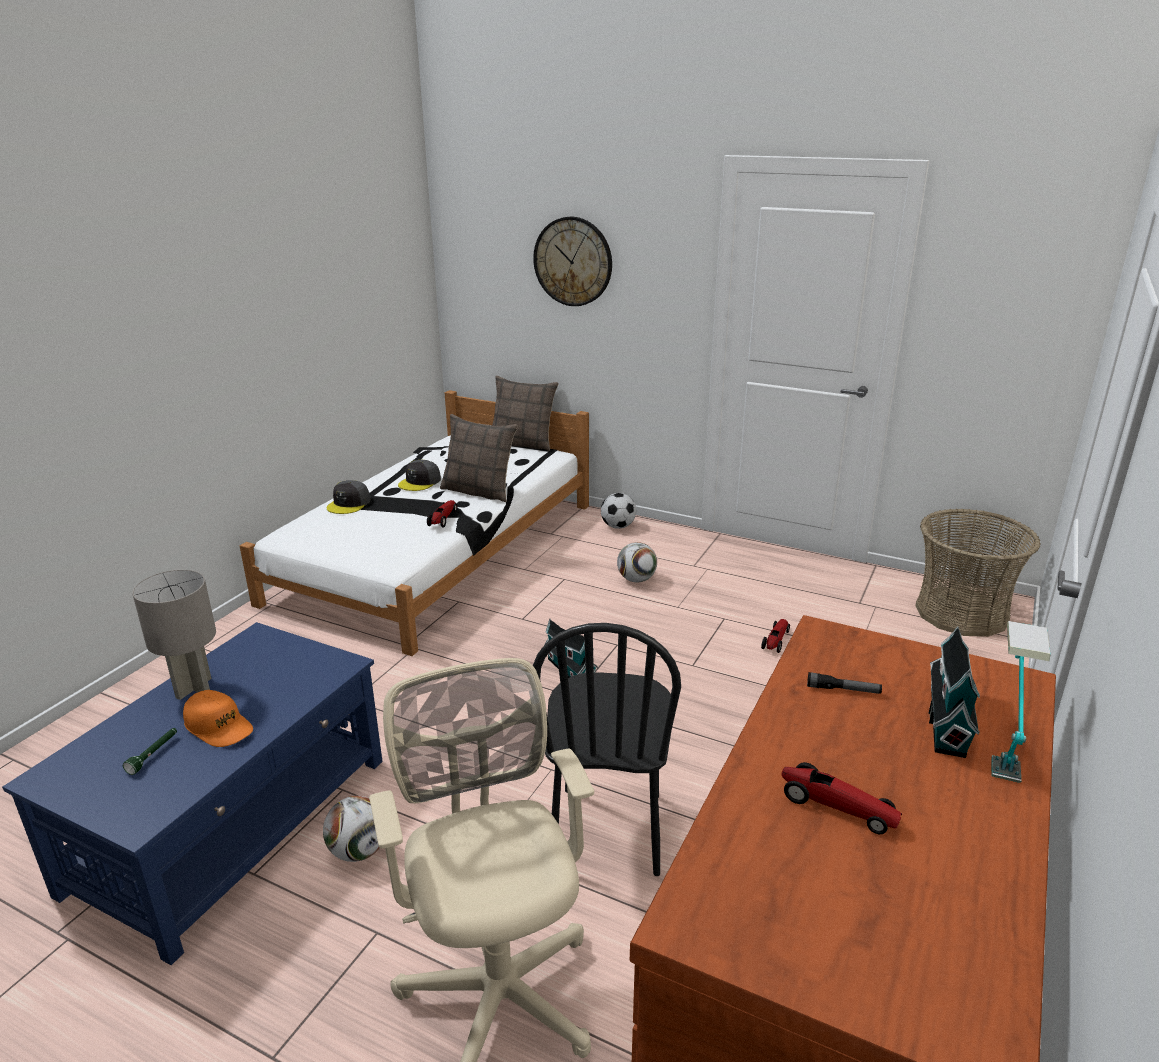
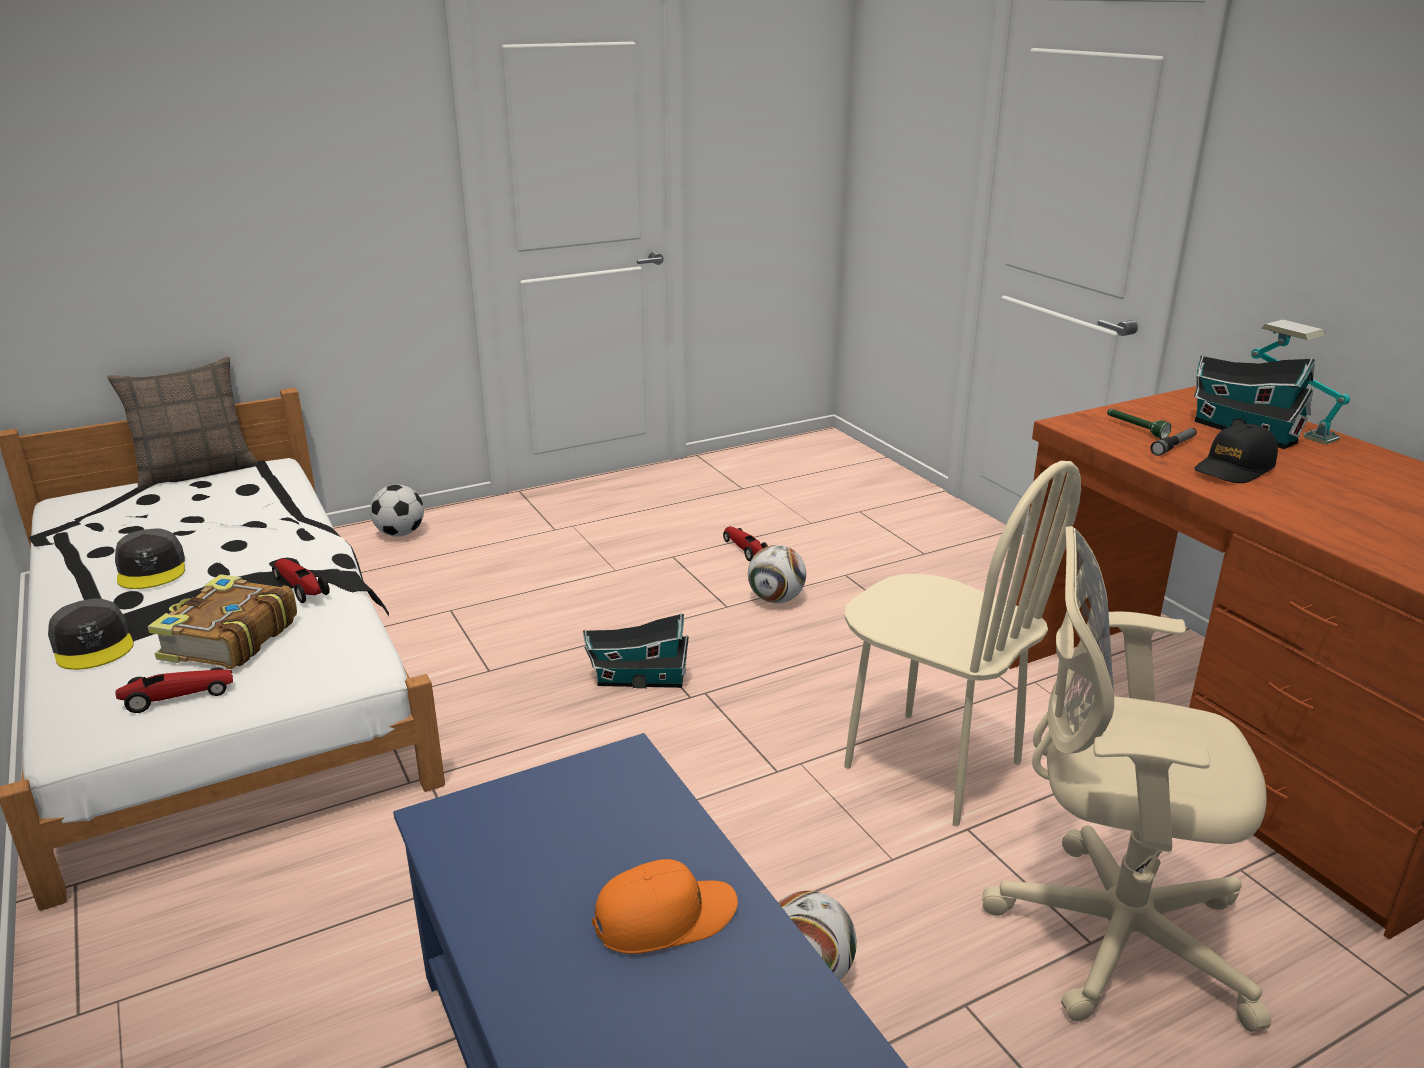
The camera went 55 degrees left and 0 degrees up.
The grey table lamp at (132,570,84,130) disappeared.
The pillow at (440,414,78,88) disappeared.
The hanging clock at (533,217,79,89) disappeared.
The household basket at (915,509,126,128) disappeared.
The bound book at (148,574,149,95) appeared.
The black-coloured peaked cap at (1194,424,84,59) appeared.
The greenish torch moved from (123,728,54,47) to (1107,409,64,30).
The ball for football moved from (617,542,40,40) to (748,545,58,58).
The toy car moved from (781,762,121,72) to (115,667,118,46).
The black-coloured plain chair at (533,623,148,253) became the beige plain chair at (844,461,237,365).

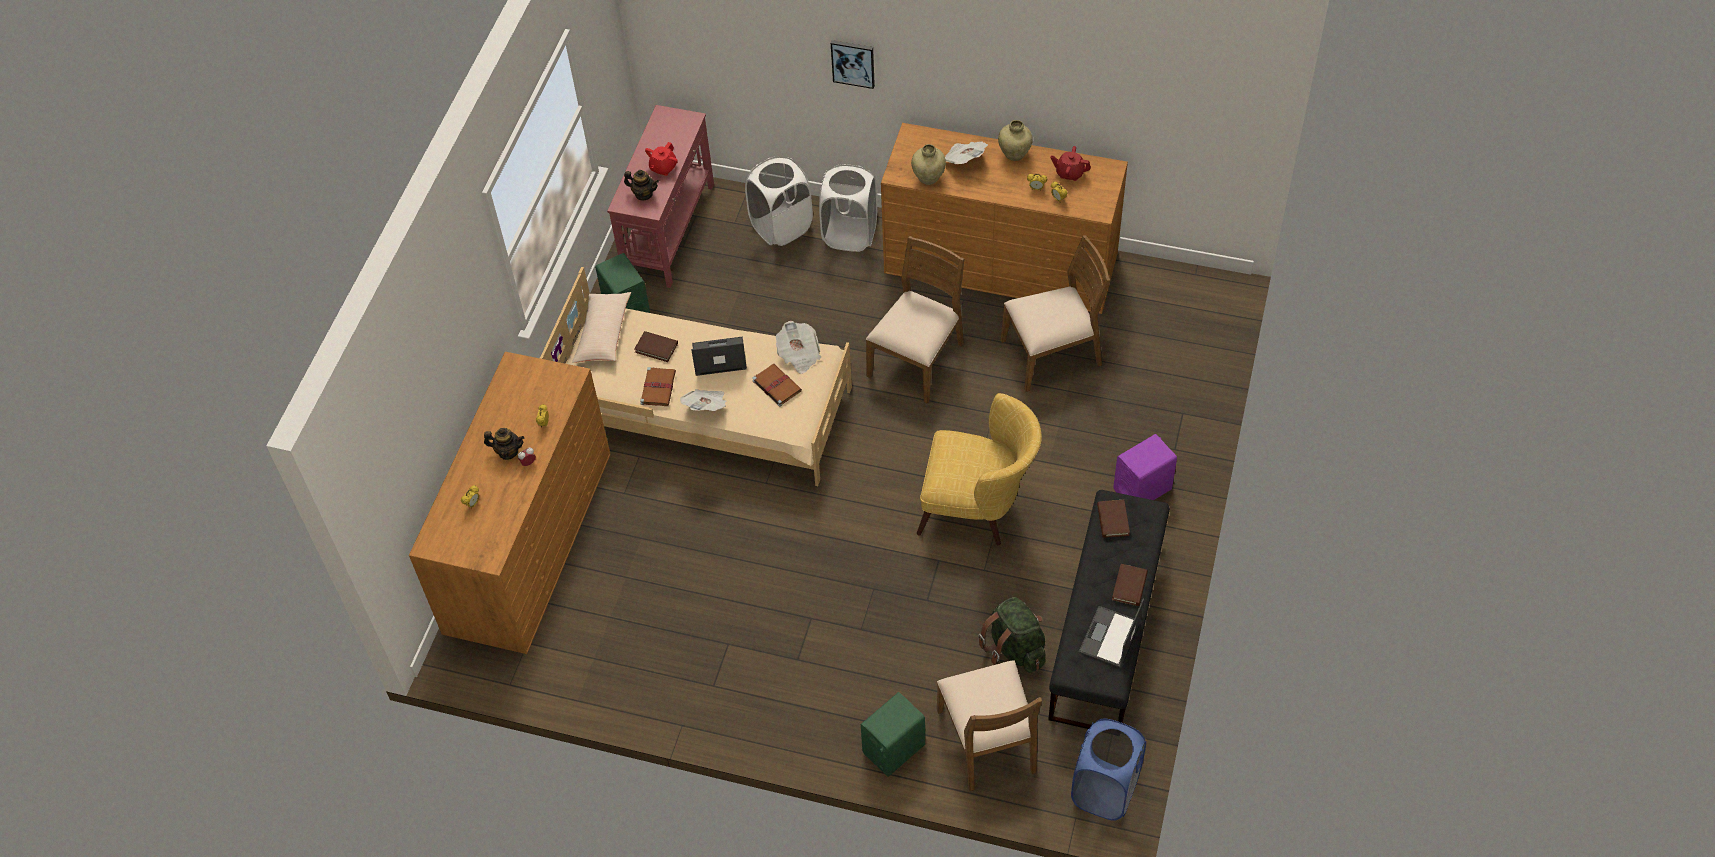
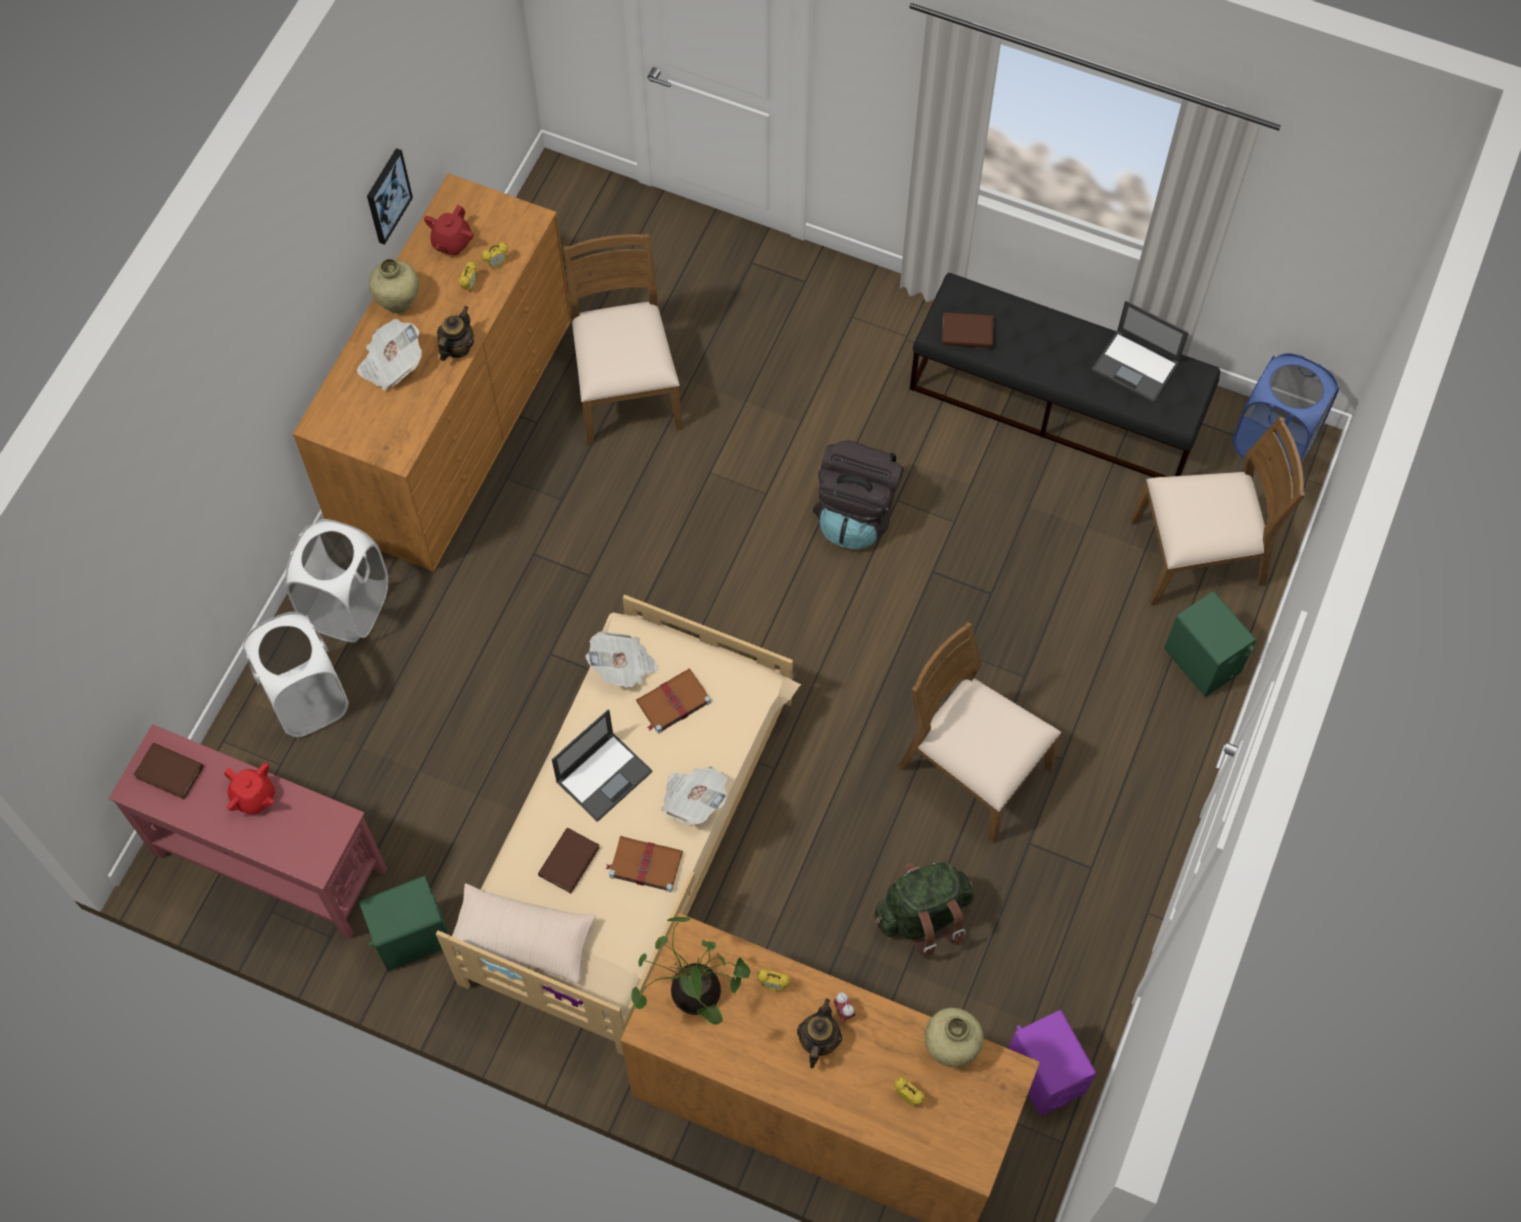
The camera went 85 degrees left and 10 degrees up.
The potted plant at (631,917,119,108) appeared.
The pot for tea moved from (624,170,35,30) to (437,306,37,55).
The wall art moved from (831,40,44,49) to (367,148,46,97).
The brown-coloured plain chair moved from (866,236,98,168) to (899,621,162,222).
The beige decorative vase moved from (911,144,35,41) to (924,1008,60,59).
The greenish knapsack moved from (978,597,67,76) to (874,862,100,95).
The brown-coloured bound book moved from (1112,564,36,42) to (133,743,70,56).
The purple loudspeaker moved from (1113,434,64,66) to (1008,1010,88,106).
The yellowish armchair at (917,393,125,152) was replaced by the black-coloured knapsack at (813,440,91,109).
The notebook computer at (691,336,56,40) turned 135 degrees counterclockwise.

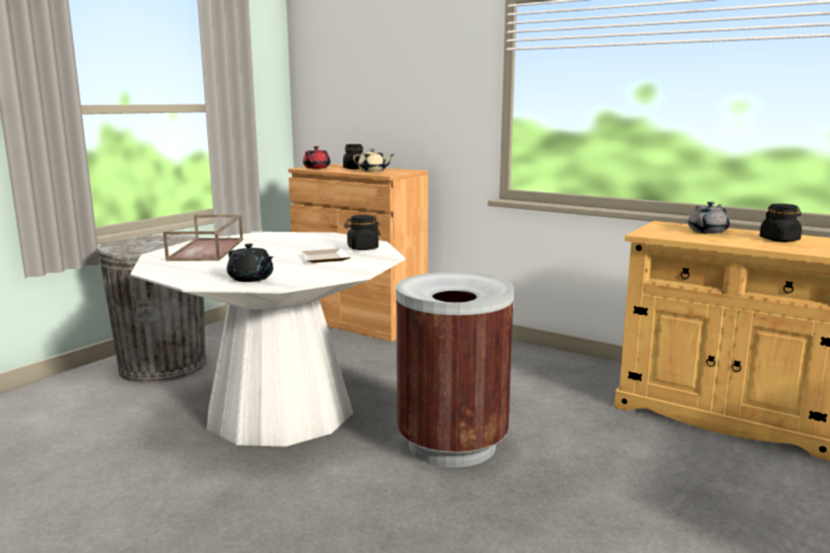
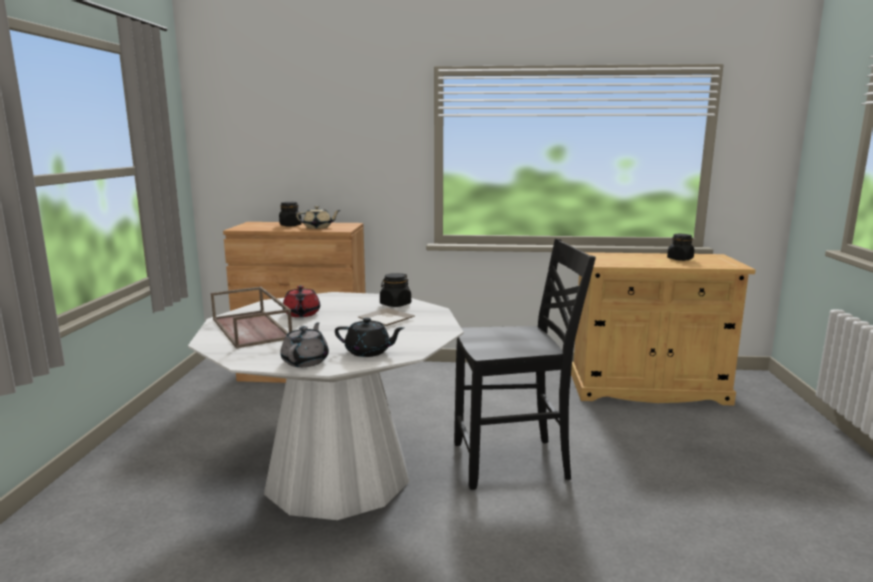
The camera went 30 degrees left and 0 degrees up.
The grey trash can at (95,234,111,149) disappeared.
The red-coloured pot for tea moved from (303,146,27,23) to (283,286,37,31).
The grey pot for tea moved from (688,202,42,32) to (281,322,48,45).
The brown-coloured trash can at (396,272,118,196) was replaced by the black-coloured plain chair at (454,239,142,251).

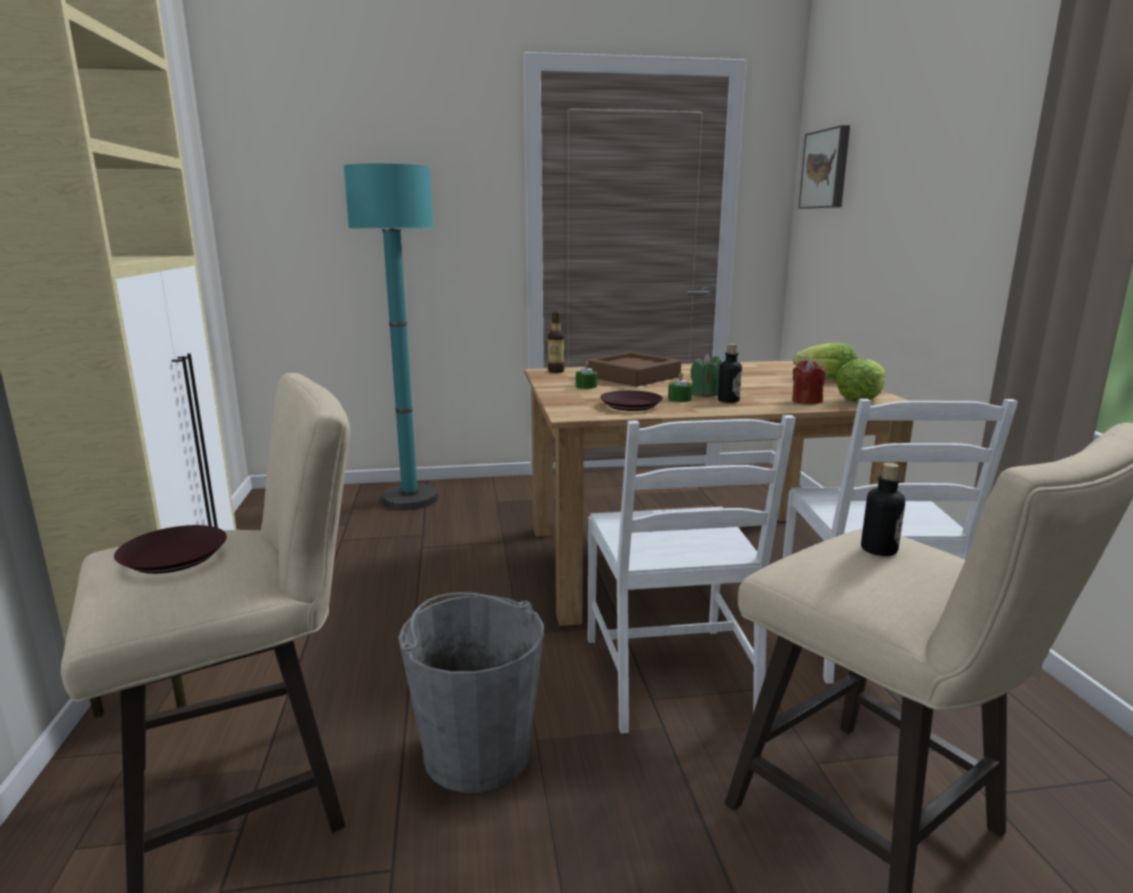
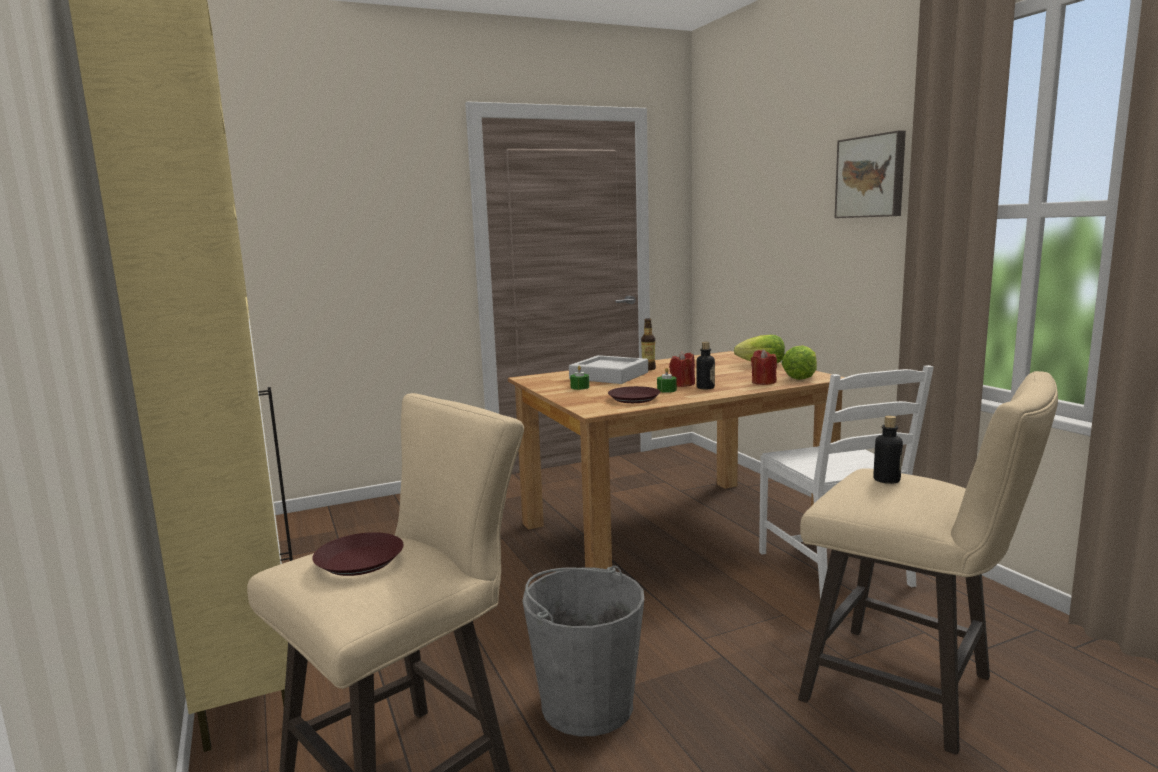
The camera went 15 degrees left and 5 degrees down.
The blue-green standing lamp at (344,164,94,346) disappeared.
The white plain chair at (588,415,208,319) disappeared.
The beverage bottle moved from (548,312,16,61) to (641,318,15,52).
The wall art moved from (799,125,51,84) to (835,130,71,88).
The brown-coloured carrying tray at (585,352,96,35) became the grey carrying tray at (569,355,79,29).
The greenish candle at (690,354,31,43) became the red-coloured candle at (669,351,26,36).

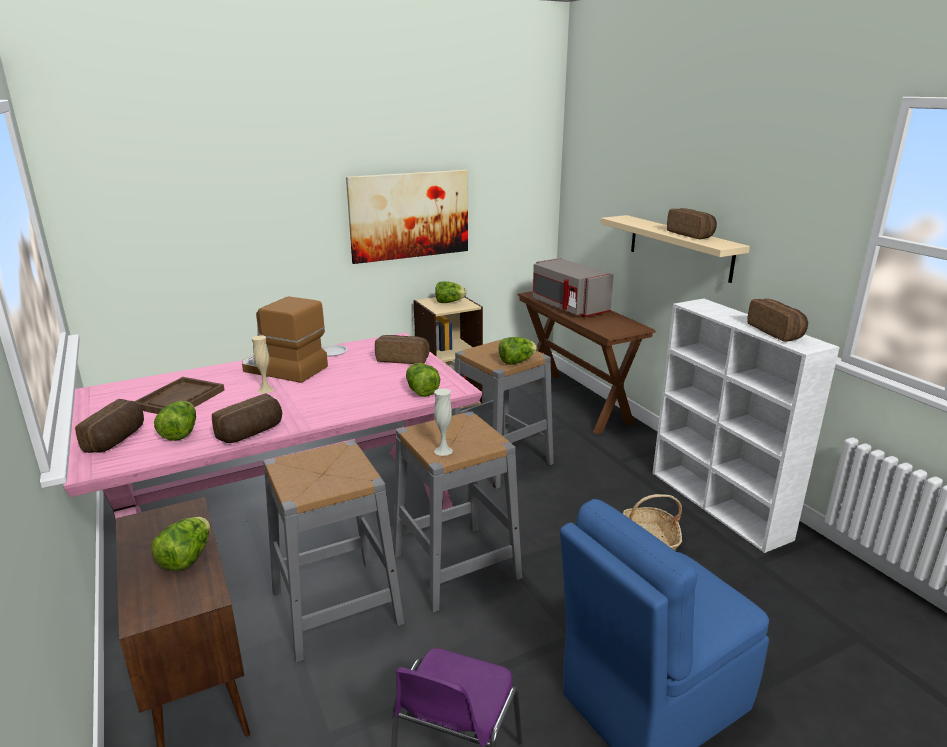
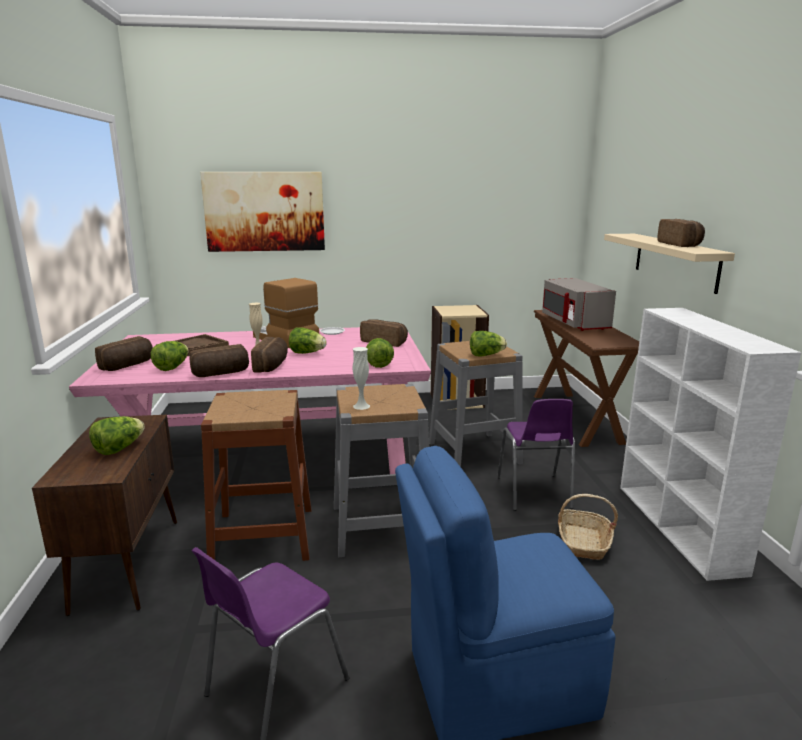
The camera went 20 degrees right and 5 degrees down.
The purple plain chair at (497,399,78,112) appeared.
The wall art moved from (346,170,122,94) to (200,172,125,80).
The lettuce moved from (435,281,32,22) to (289,327,38,27).
The bakery bread moved from (747,299,61,43) to (251,337,37,36).
The grey stool at (263,440,141,222) became the brown-coloured stool at (201,390,110,171).

